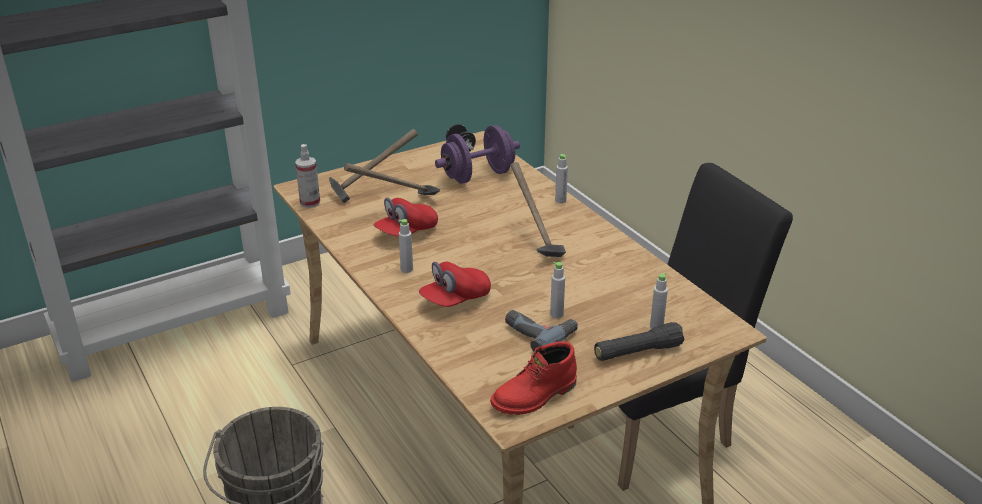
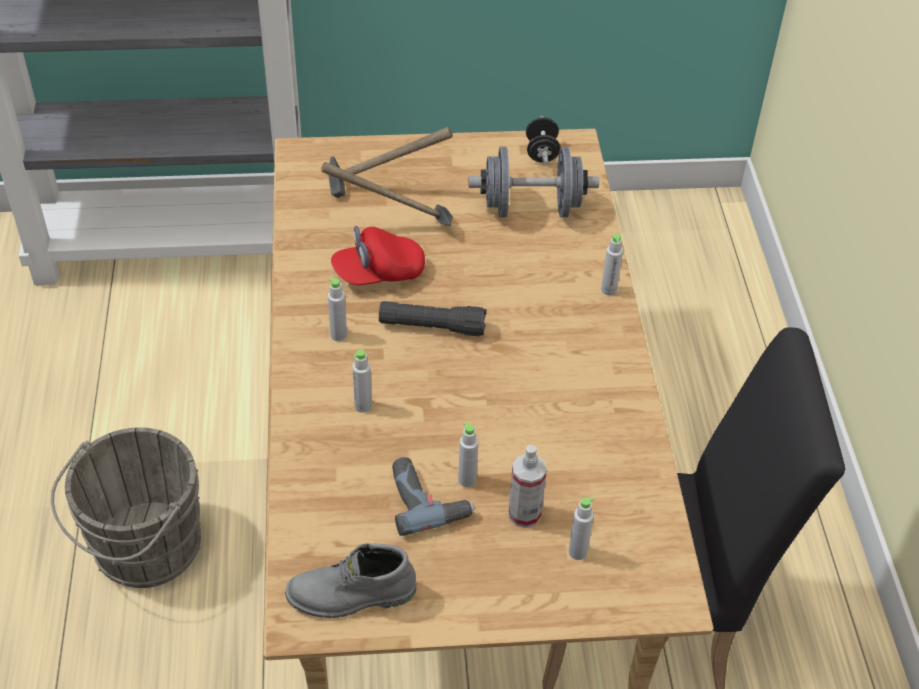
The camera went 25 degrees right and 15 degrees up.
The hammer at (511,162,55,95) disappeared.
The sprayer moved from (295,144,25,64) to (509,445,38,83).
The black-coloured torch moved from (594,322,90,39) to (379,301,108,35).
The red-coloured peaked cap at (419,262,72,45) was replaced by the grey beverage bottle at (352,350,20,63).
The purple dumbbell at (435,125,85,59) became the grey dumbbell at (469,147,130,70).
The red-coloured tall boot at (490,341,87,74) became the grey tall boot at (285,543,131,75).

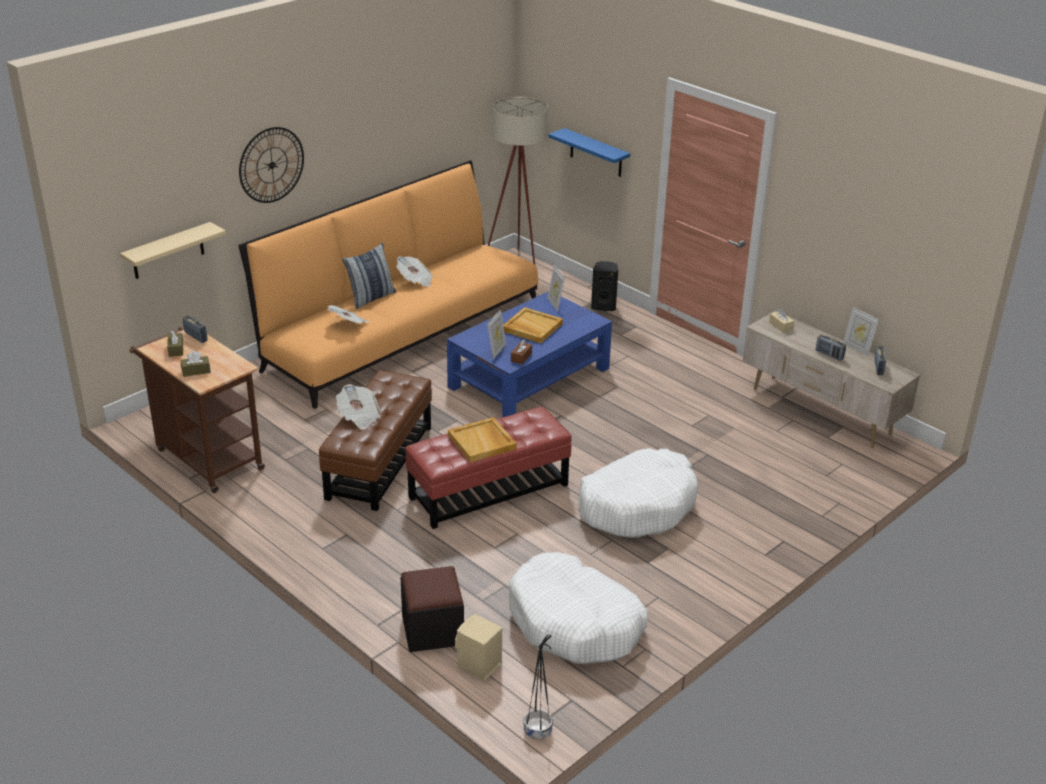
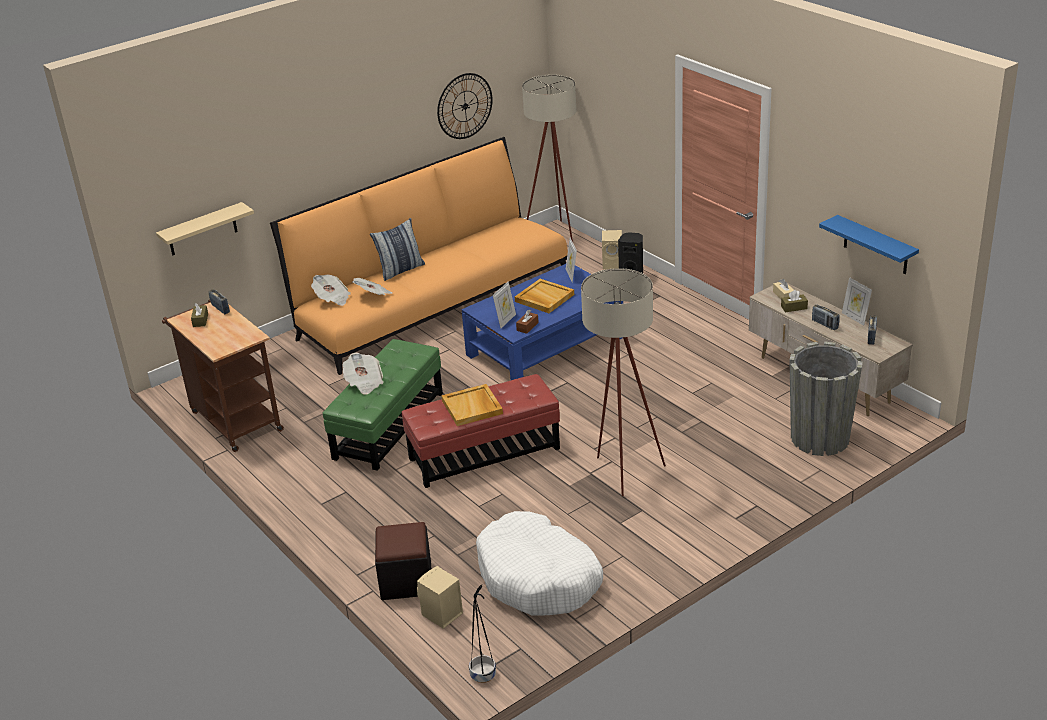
The camera went 10 degrees right and 0 degrees up.
The beige loudspeaker at (602,230,20,39) appeared.
The grey flower pot at (790,341,73,115) appeared.
The brown-coloured tissue box moved from (181,351,30,26) to (781,290,27,22).
The hanging clock moved from (239,127,65,76) to (437,73,56,66).
The printed paper moved from (396,256,37,31) to (311,275,40,31).
The blue shelf moved from (548,128,82,49) to (819,215,100,59).
The white dog bed at (578,448,120,90) was replaced by the beige standing lamp at (581,268,85,228).
The brown-coloured footrest at (319,370,113,141) became the greenish footrest at (323,339,120,132).

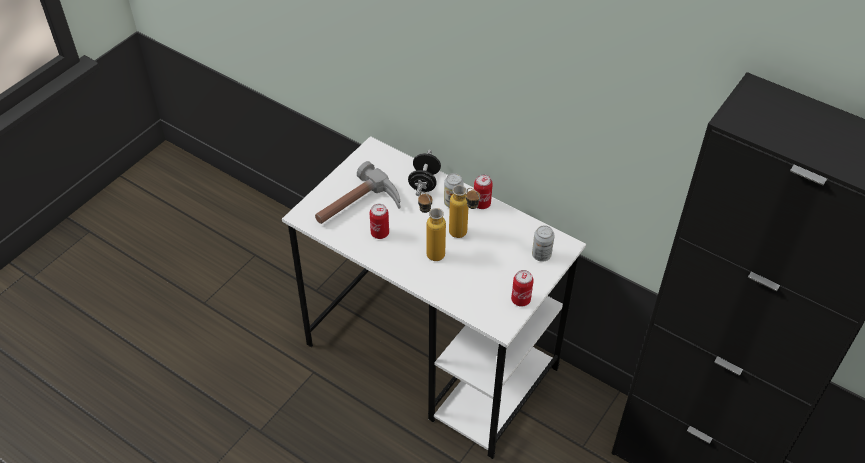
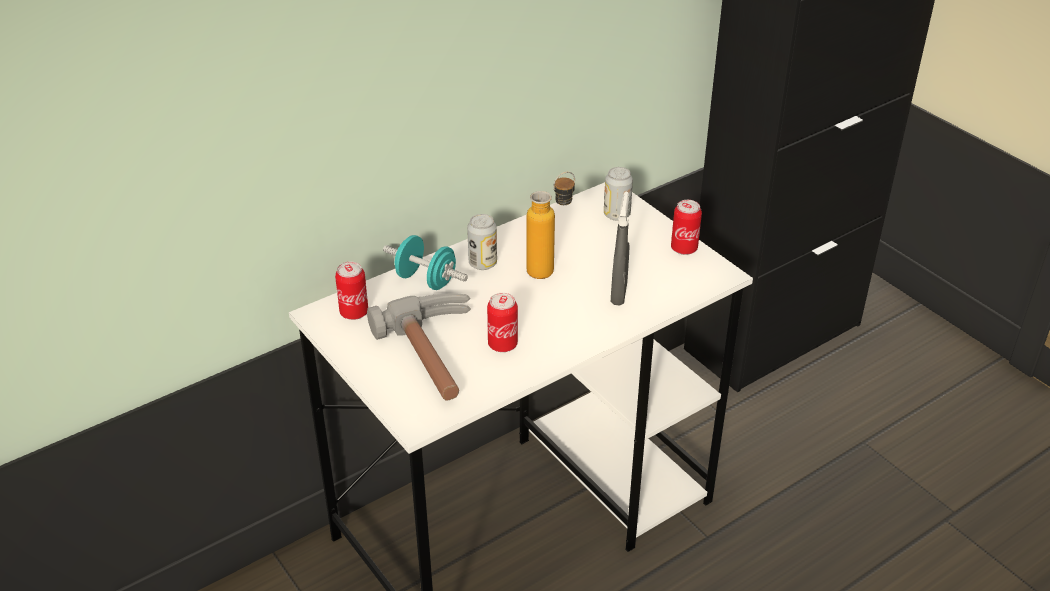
The camera went 70 degrees left and 10 degrees down.
The beverage bottle at (418,191,28,70) disappeared.
The grey sprayer at (611,192,18,113) appeared.
The can moved from (474,174,19,35) to (335,262,33,58).
The black-coloured dumbbell at (408,150,33,46) became the blue-green dumbbell at (383,235,85,55).

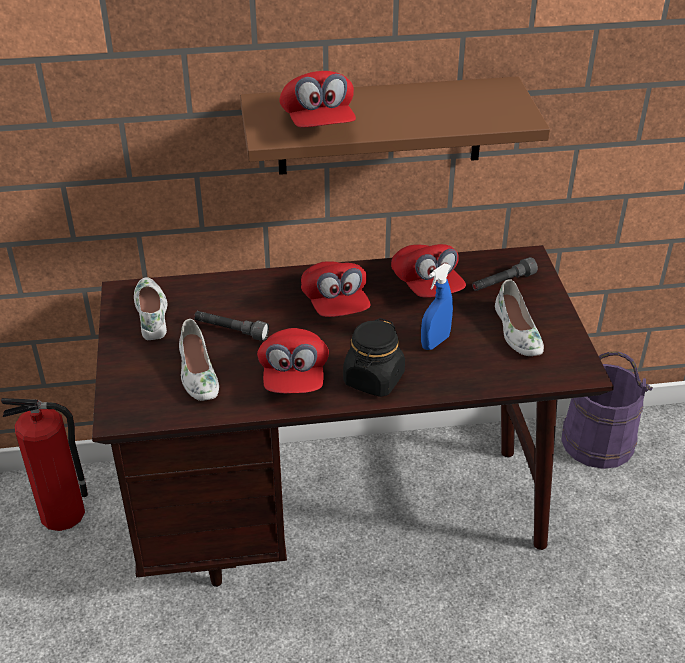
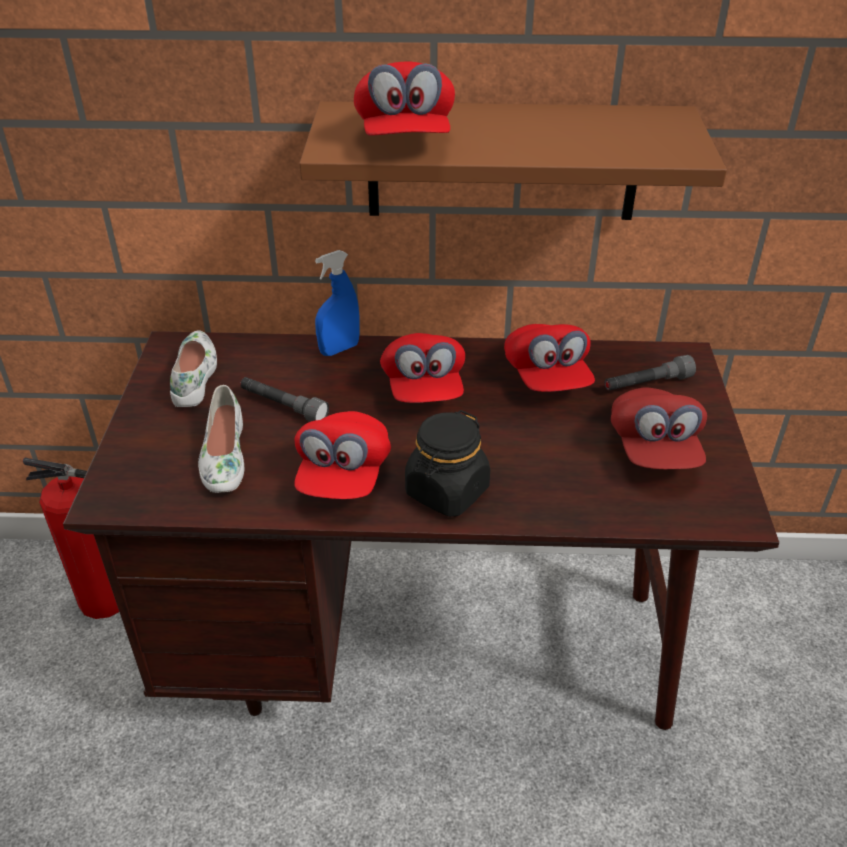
The camera went 10 degrees right and 0 degrees up.
The purple pail at (561,351,92,118) disappeared.
The blue sprayer moved from (421,263,32,87) to (315,250,45,106).
The white low shoe at (495,279,49,77) was replaced by the red-coloured peaked cap at (611,387,96,82).

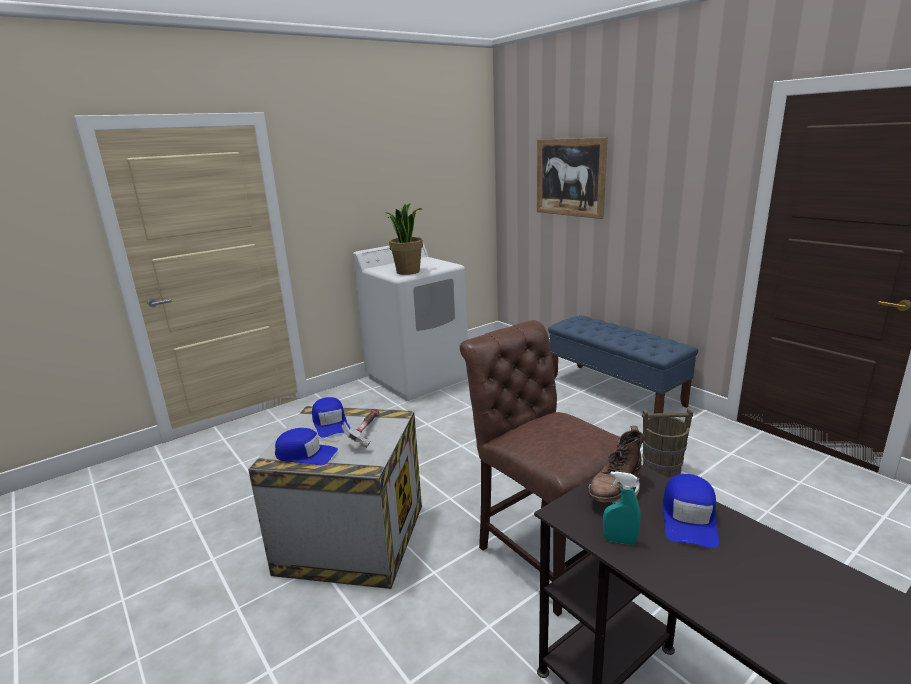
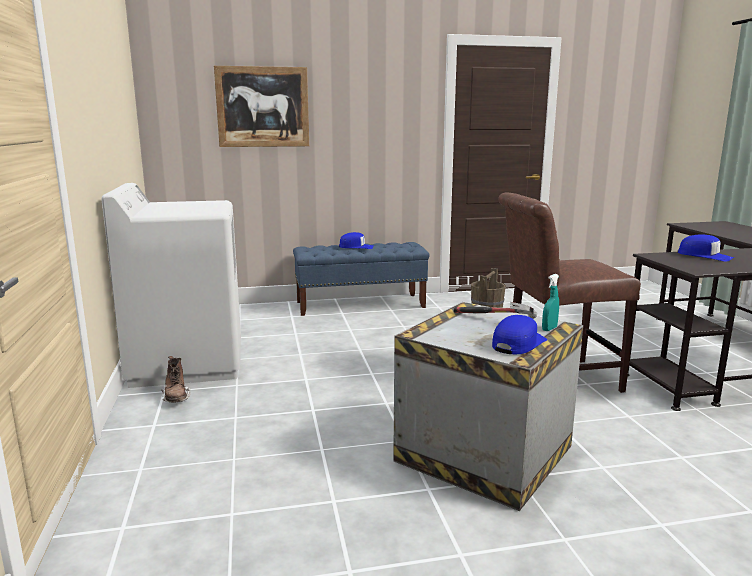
The camera went 65 degrees left and 5 degrees down.
The potted plant at (384,203,39,72) disappeared.
The blue peaked cap moved from (312,397,38,41) to (339,232,35,17).
The brown-coloured tall boot moved from (588,426,57,77) to (161,356,30,47).
The blue-green sprayer moved from (603,471,38,74) to (542,274,17,57).

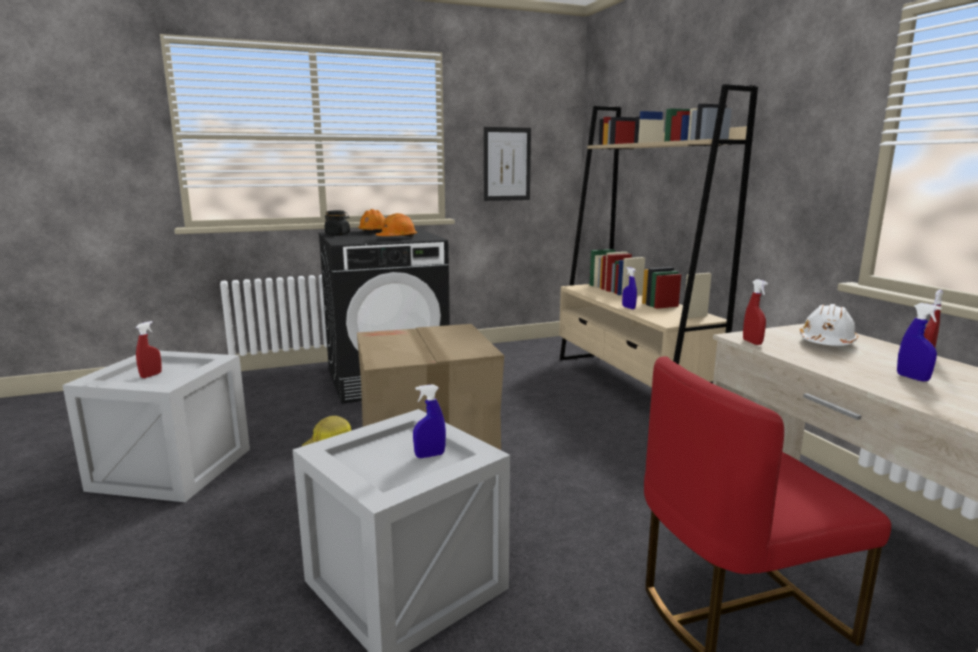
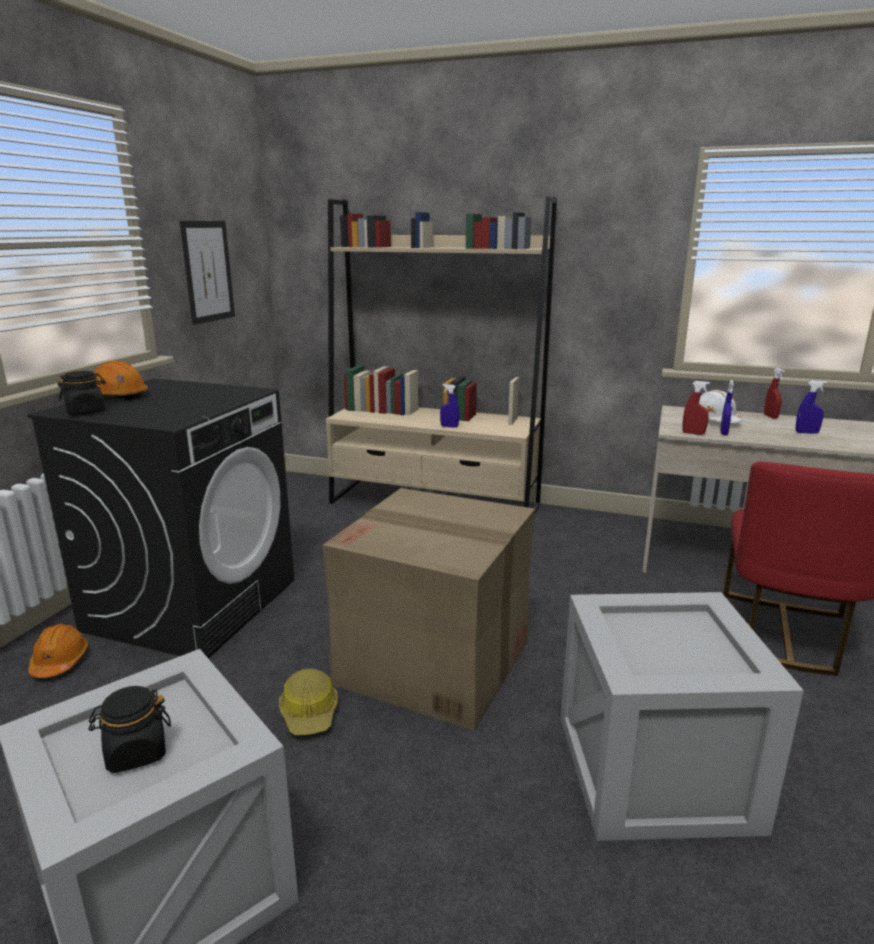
The camera went 50 degrees left and 5 degrees up.
The orange work helmet moved from (376,213,41,24) to (28,624,60,54).
The blue sprayer moved from (413,384,33,74) to (720,380,14,55).
The red-coloured sprayer at (136,321,26,57) was replaced by the black-coloured storage jar at (88,686,83,87).

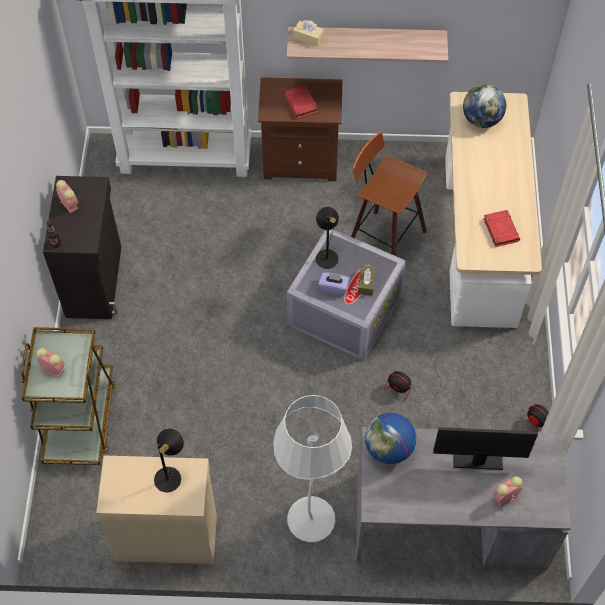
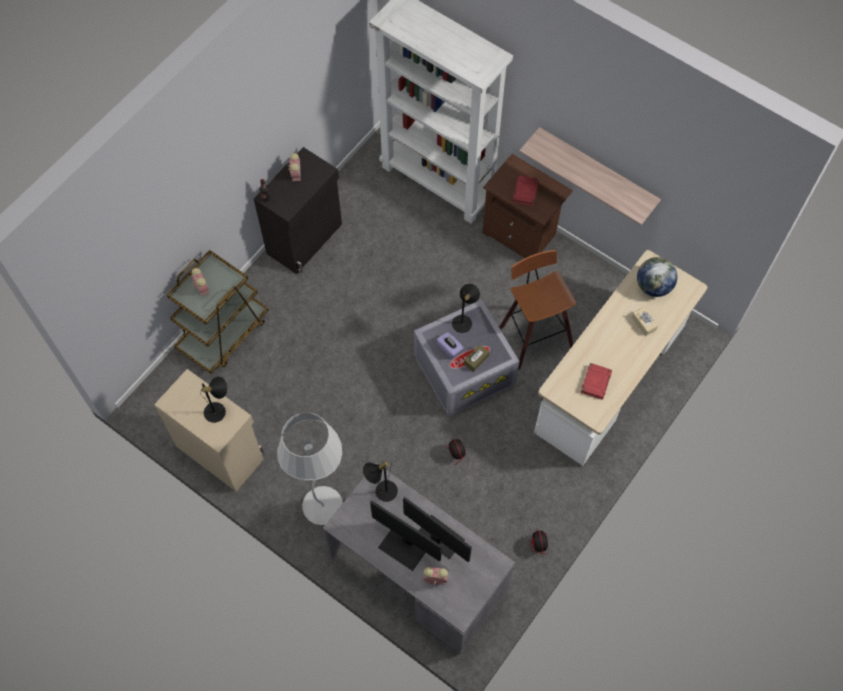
The camera went 35 degrees right and 5 degrees up.
The computer display at (370,501,72,70) appeared.
The beige tissue box moved from (293,20,31,27) to (632,307,26,29).
The globe at (365,413,51,51) was replaced by the black-coloured table lamp at (363,461,35,41).

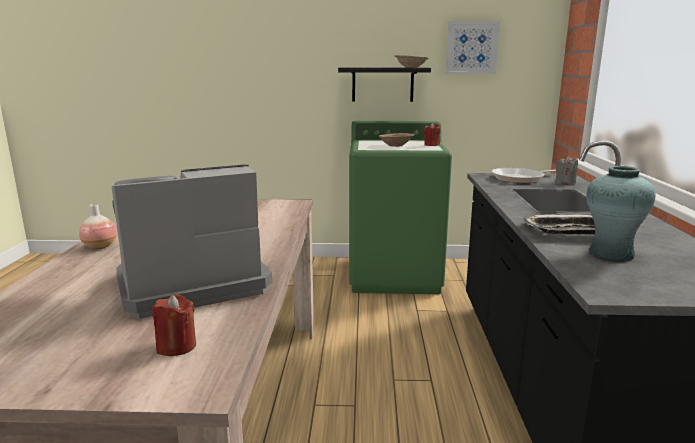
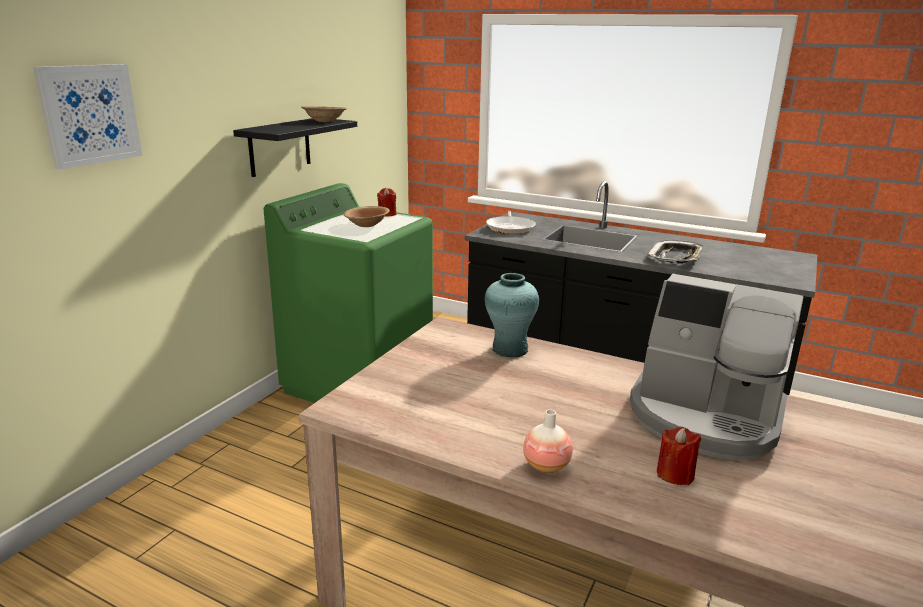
The camera went 65 degrees left and 5 degrees up.
The grey candle at (555,156,23,28) disappeared.
The red-coloured candle moved from (152,294,44,62) to (657,427,44,58).
The wall art moved from (446,21,54,53) to (33,64,109,106).
The blue-green decorative vase moved from (587,166,68,96) to (485,273,54,84).
The coffee brewer at (111,164,161,155) turned 60 degrees counterclockwise.

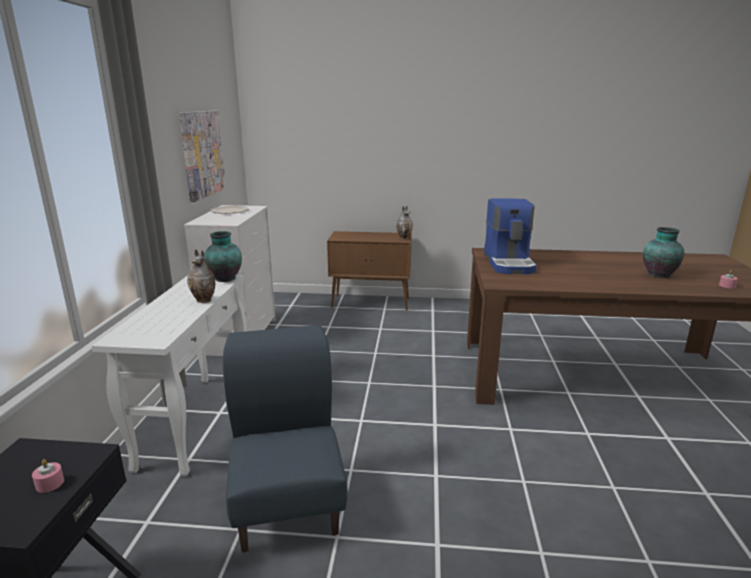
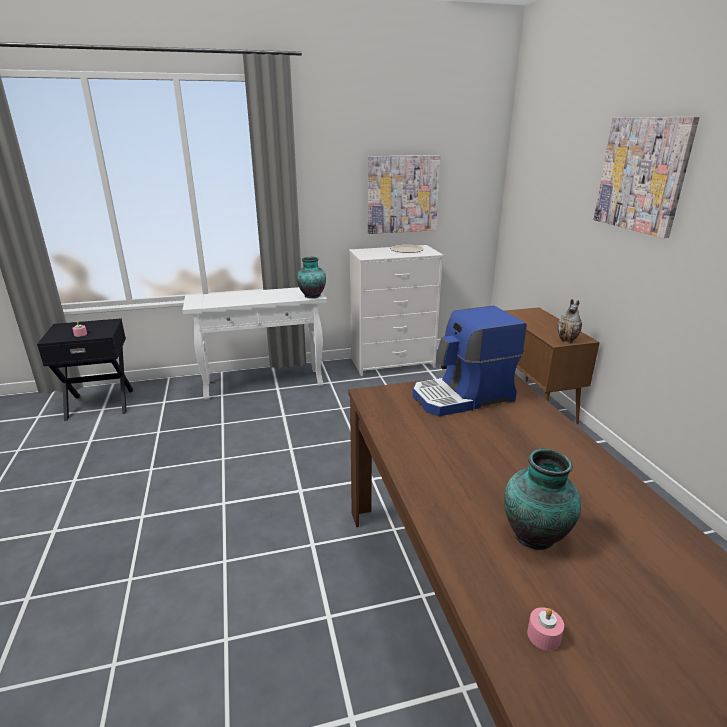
The camera went 70 degrees right and 5 degrees up.
The decorative vase at (187,249,28,54) disappeared.
The blue plain chair at (223,325,125,227) disappeared.
The wall art at (593,117,107,121) appeared.

